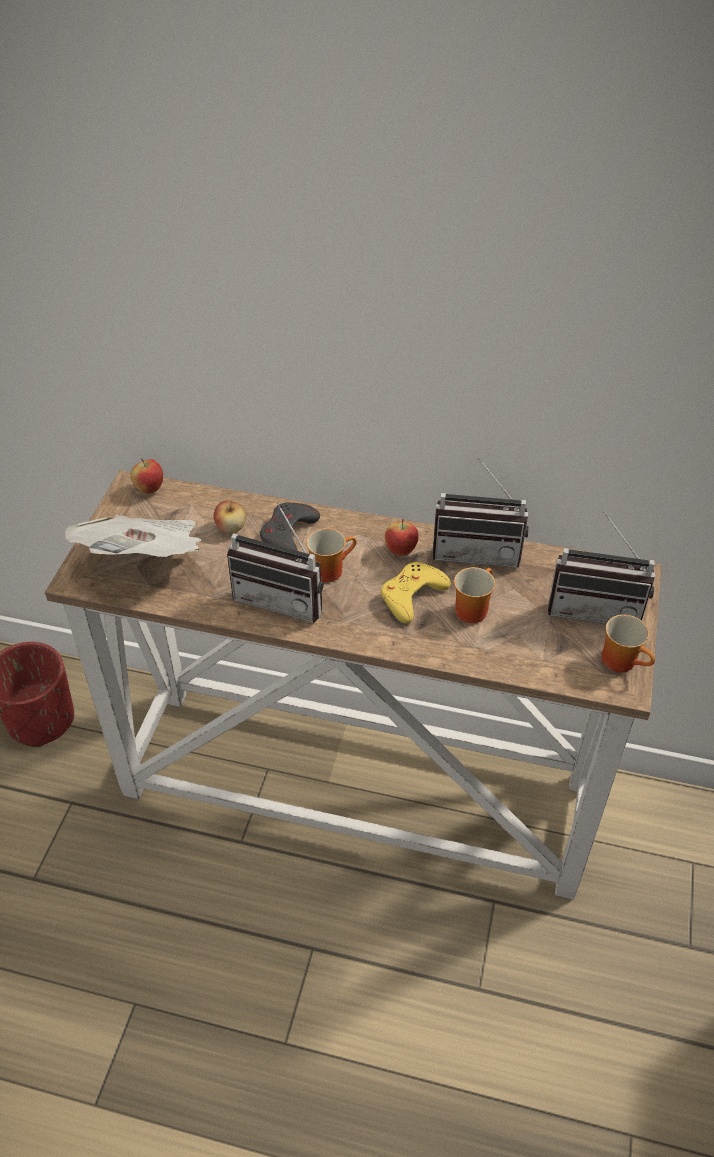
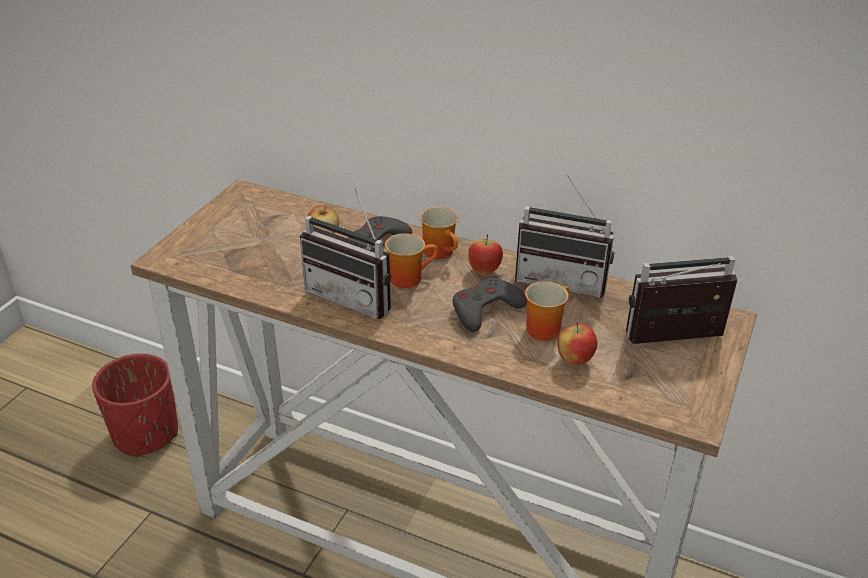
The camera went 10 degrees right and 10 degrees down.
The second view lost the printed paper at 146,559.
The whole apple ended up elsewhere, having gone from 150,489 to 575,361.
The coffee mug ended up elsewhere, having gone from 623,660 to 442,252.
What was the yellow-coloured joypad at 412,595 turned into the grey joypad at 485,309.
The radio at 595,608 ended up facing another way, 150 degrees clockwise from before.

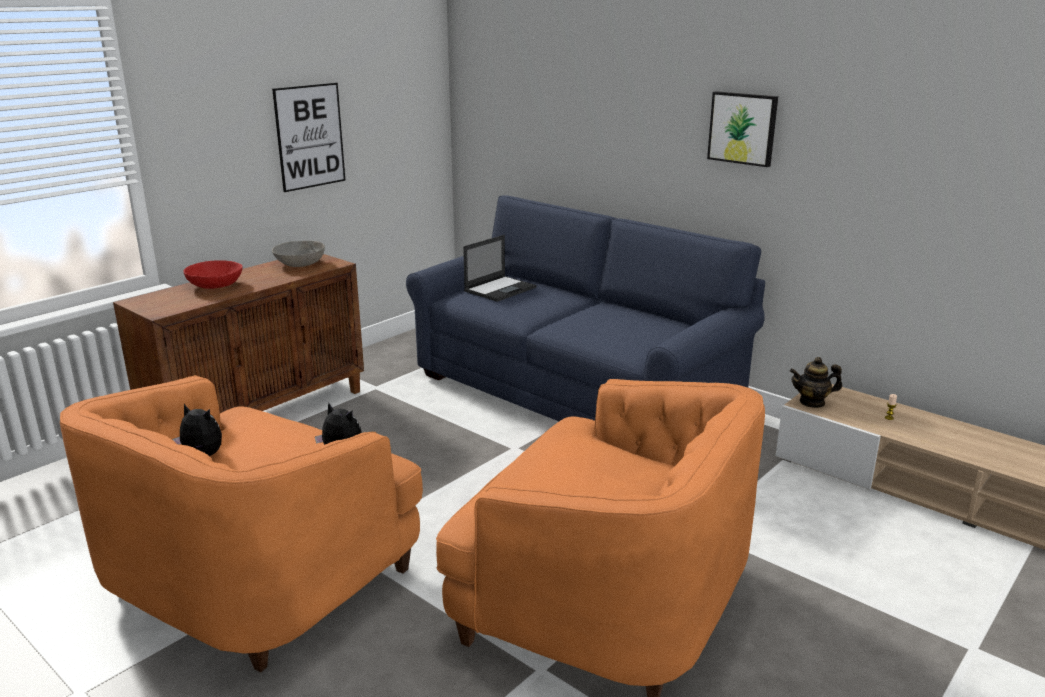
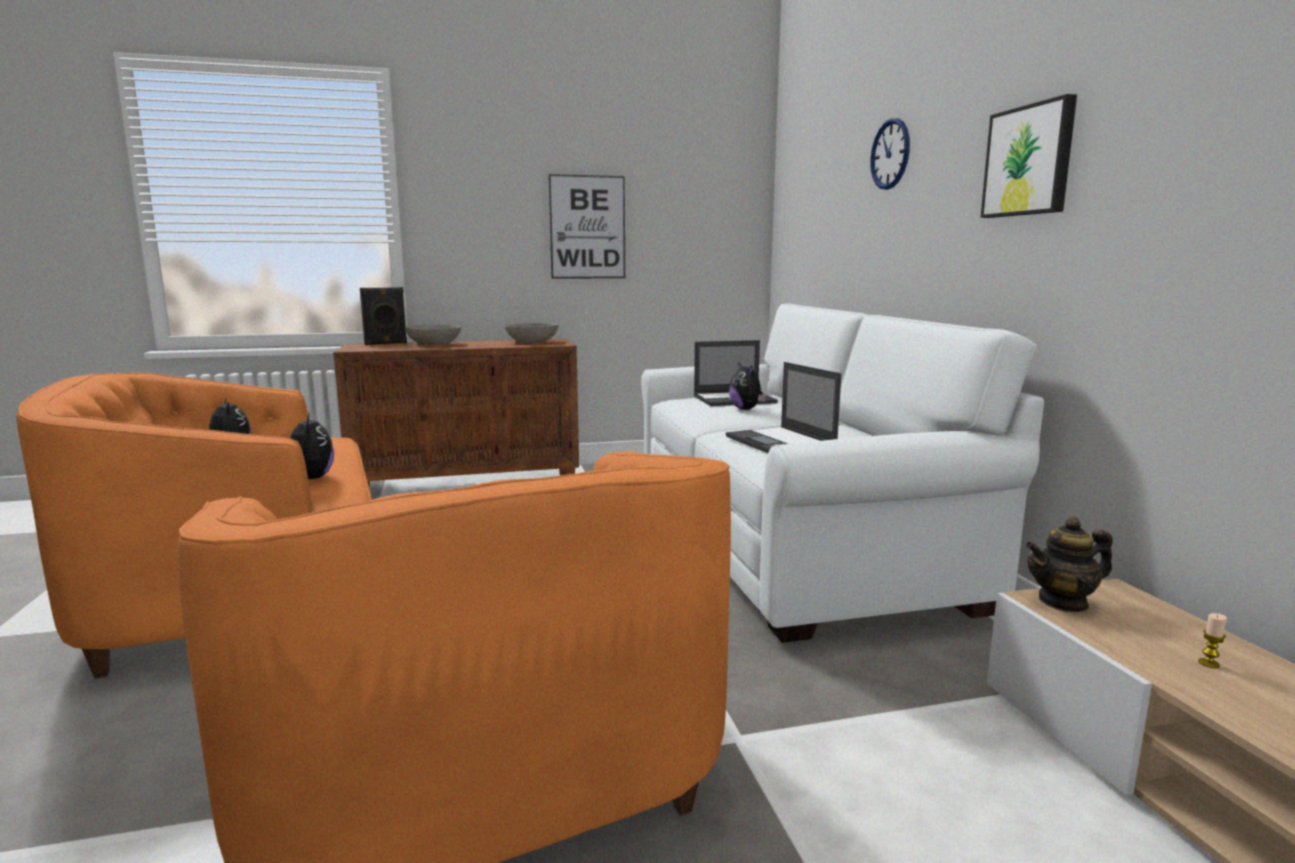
The camera went 35 degrees right and 10 degrees down.
The second view gained the blackish loudspeaker at 386,343.
The second view gained the notebook computer at 781,442.
The second view gained the plush toy at 746,409.
The second view gained the hanging clock at 890,154.
What was the red bowl at 215,285 turned into the grey bowl at 434,344.
What was the blue couch at 575,393 turned into the whitish couch at 788,540.
The tea pot at 812,402 ended up facing another way, 45 degrees counterclockwise from before.

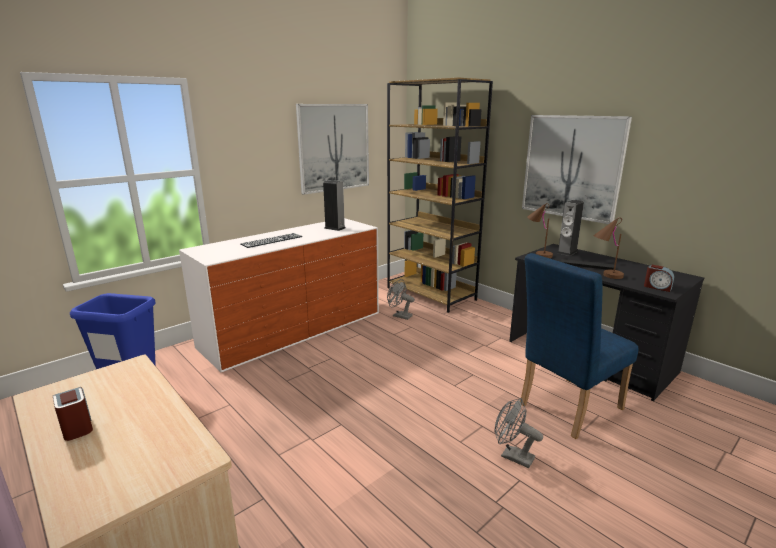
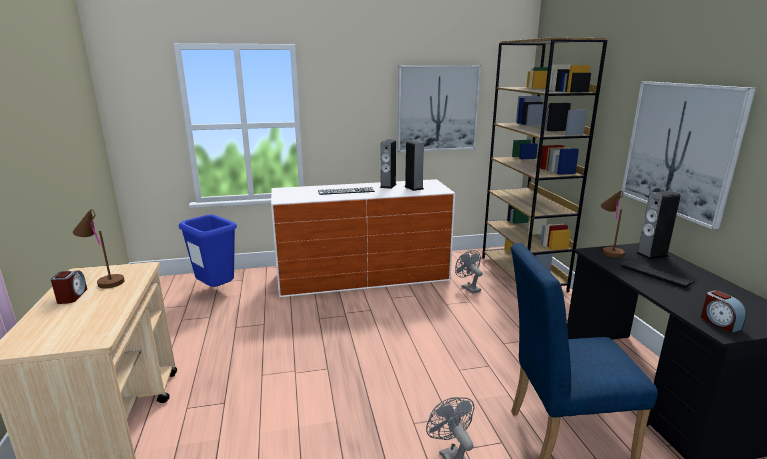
The camera went 30 degrees right and 0 degrees up.
The second view gained the loudspeaker at 388,186.
The brown-coloured lamp for a table ended up elsewhere, having gone from 604,276 to 103,281.

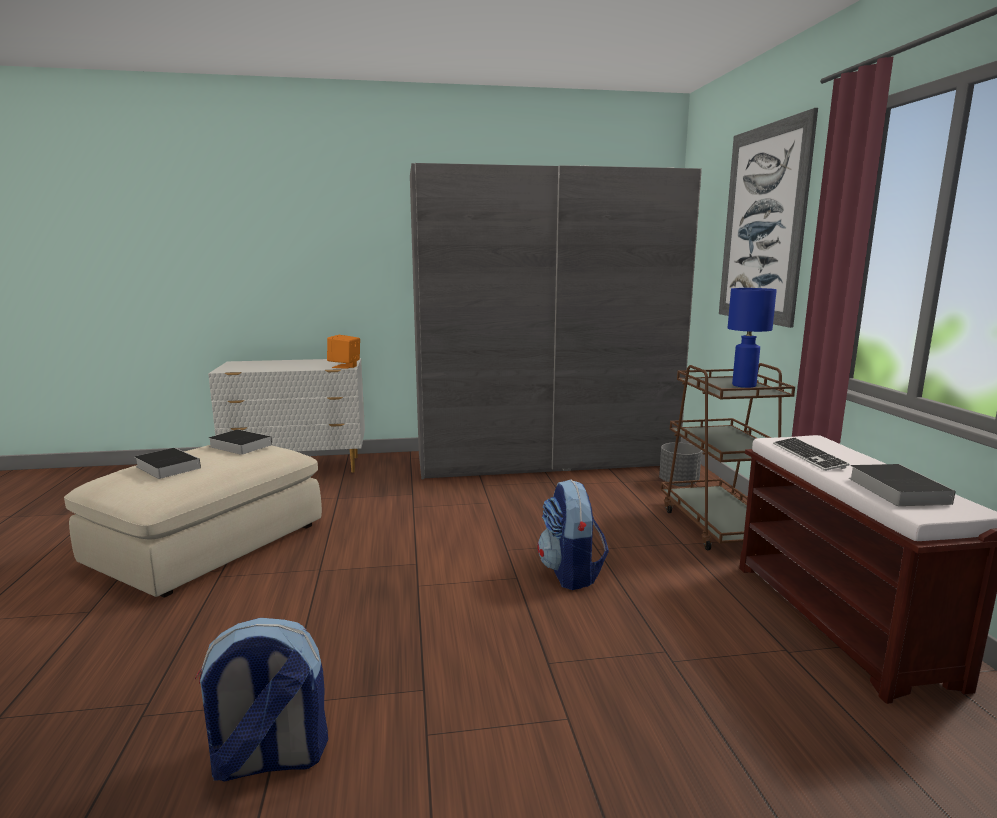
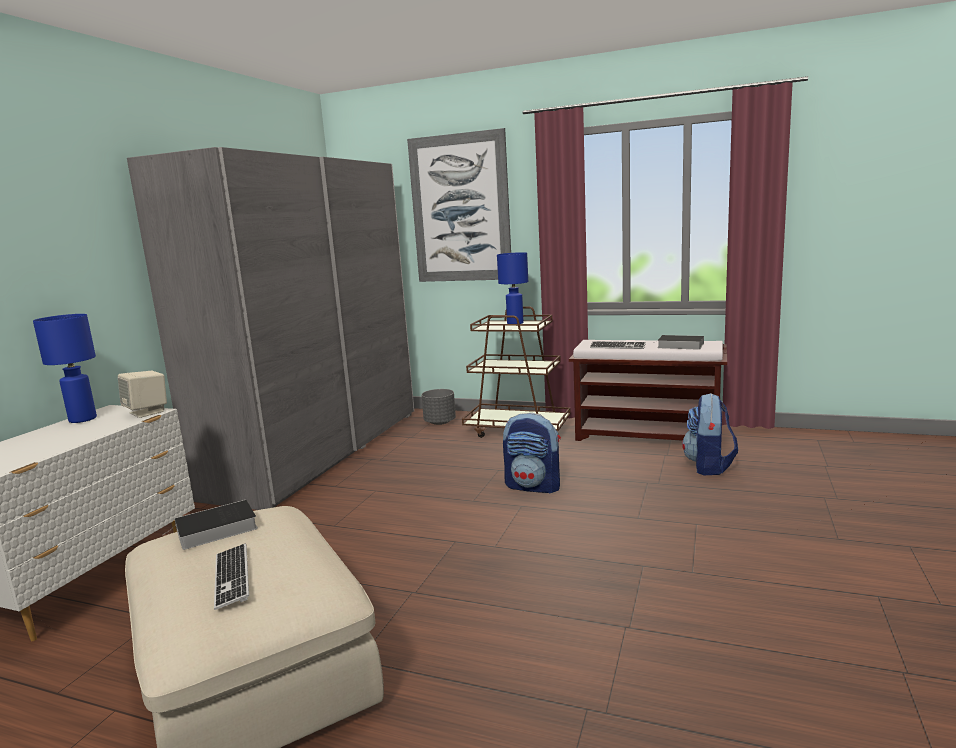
The camera went 60 degrees left and 0 degrees up.
The second view gained the blue lamp for a table at 83,419.
The rucksack ended up elsewhere, having gone from 268,760 to 709,466.
Where the bound book stood at 166,467, the PC keyboard came to stand at 232,577.
What was the orange loudspeaker at 344,366 turned into the beige-coloured loudspeaker at 147,412.

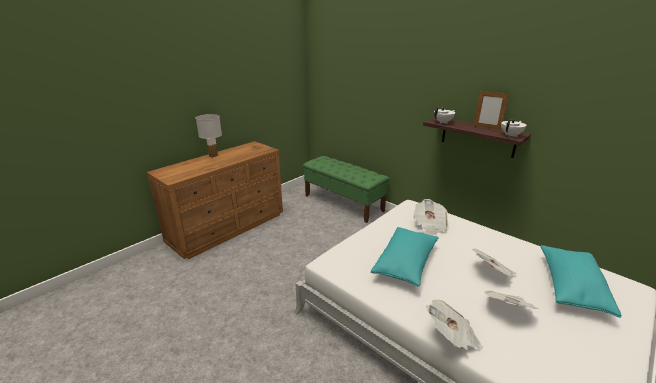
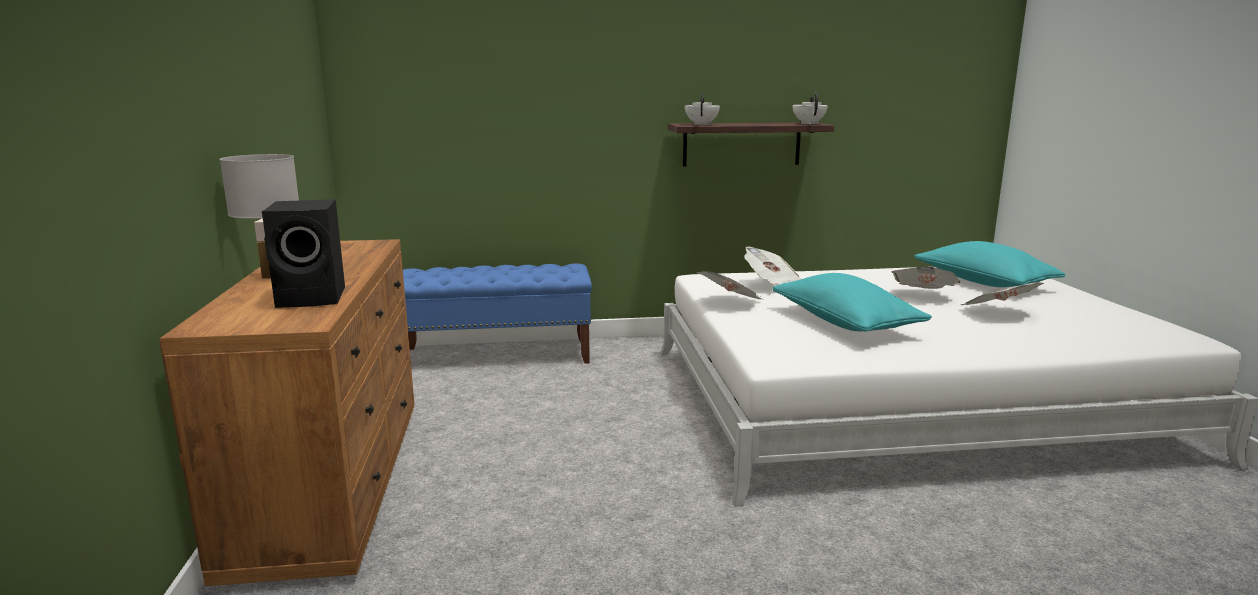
The camera went 50 degrees left and 10 degrees down.
The second view lost the photo frame at 486,127.
The second view gained the blackish loudspeaker at 314,297.
The printed paper ended up elsewhere, having gone from 452,336 to 731,303.
What was the green-coloured bench at 343,203 turned into the blue bench at 497,355.

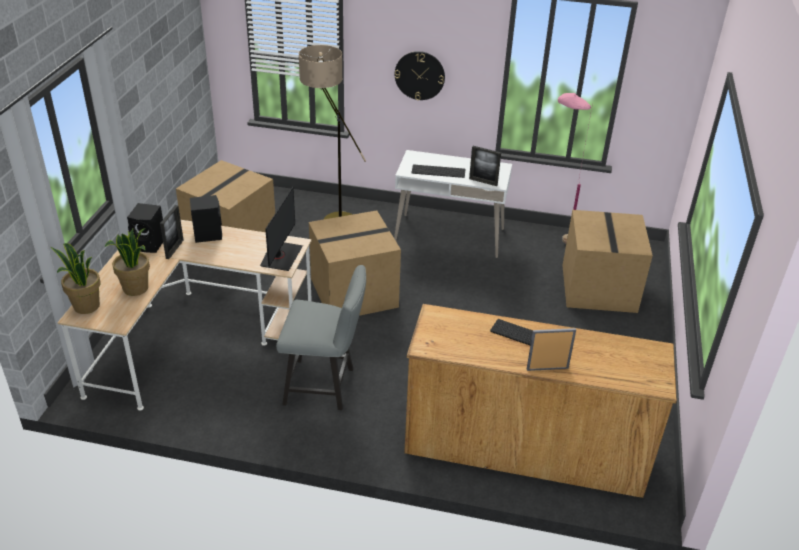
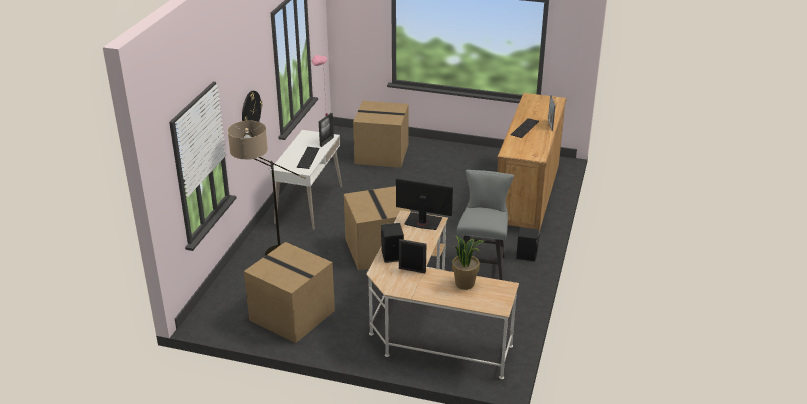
The camera went 85 degrees left and 5 degrees down.
The second view lost the plant in a pot at 86,306.
The blackish loudspeaker ended up elsewhere, having gone from 150,244 to 526,255.

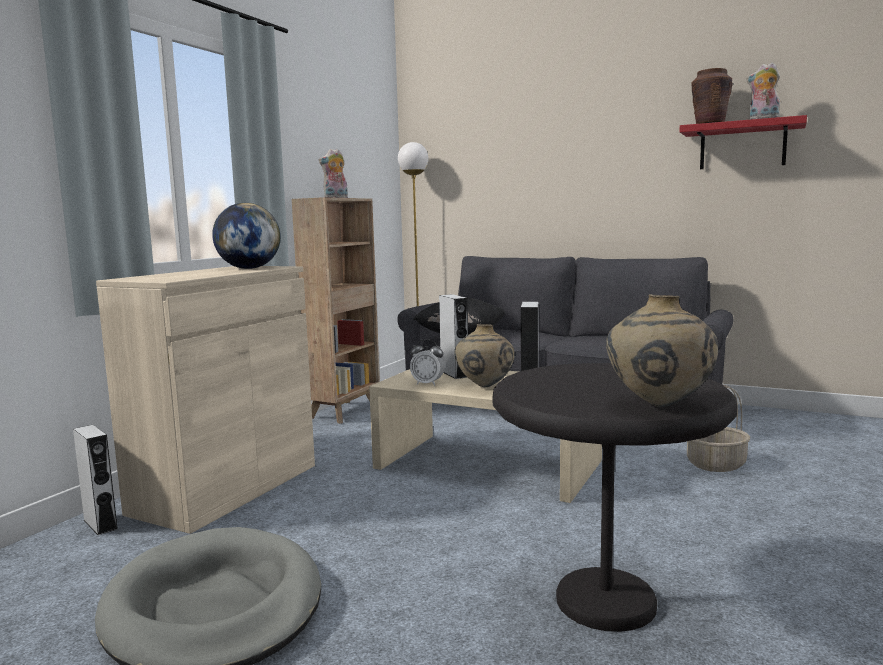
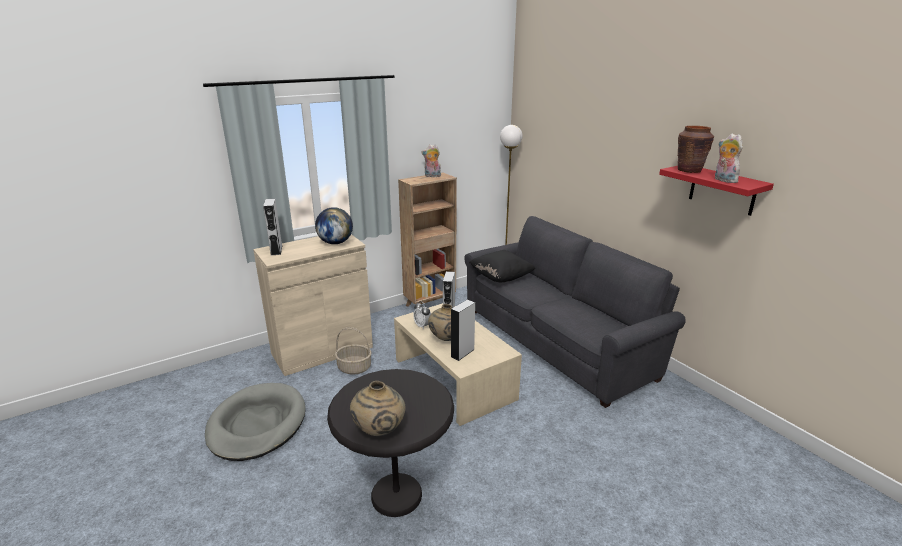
The camera went 30 degrees right and 15 degrees up.
The grey loudspeaker ended up elsewhere, having gone from 100,524 to 276,250.
The storage basket ended up elsewhere, having gone from 716,464 to 354,368.

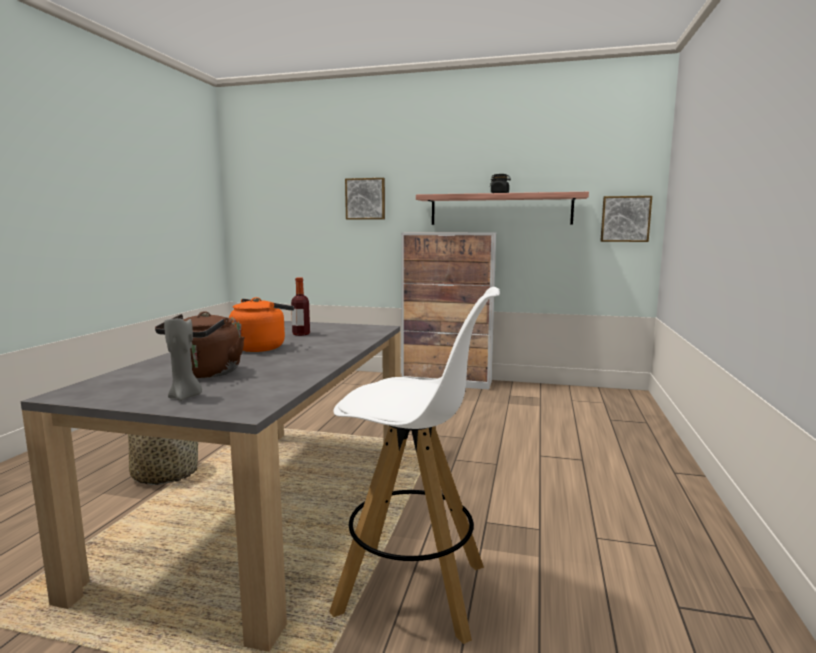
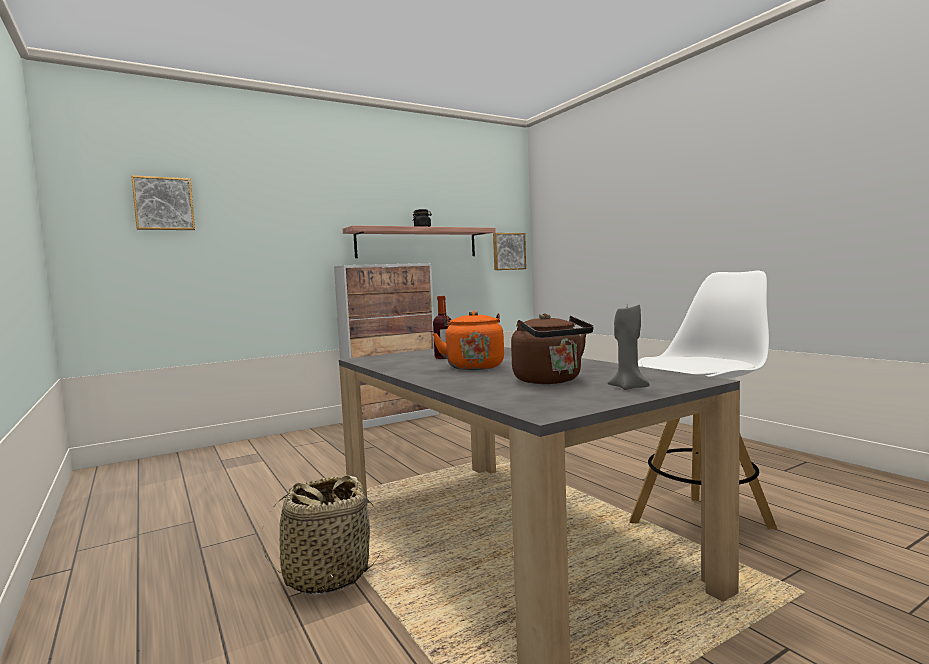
The camera went 45 degrees left and 5 degrees down.
The wall art ended up elsewhere, having gone from 365,199 to 163,204.

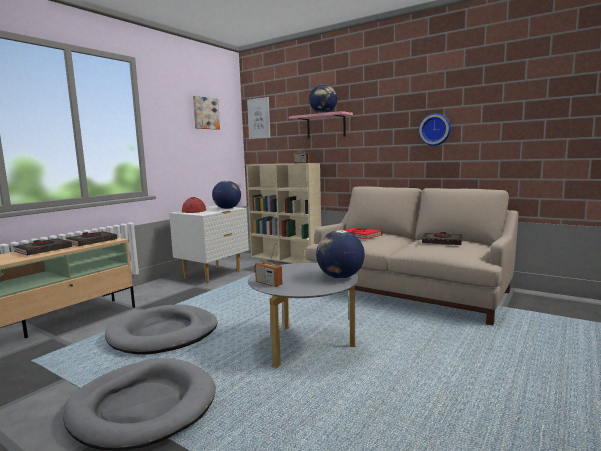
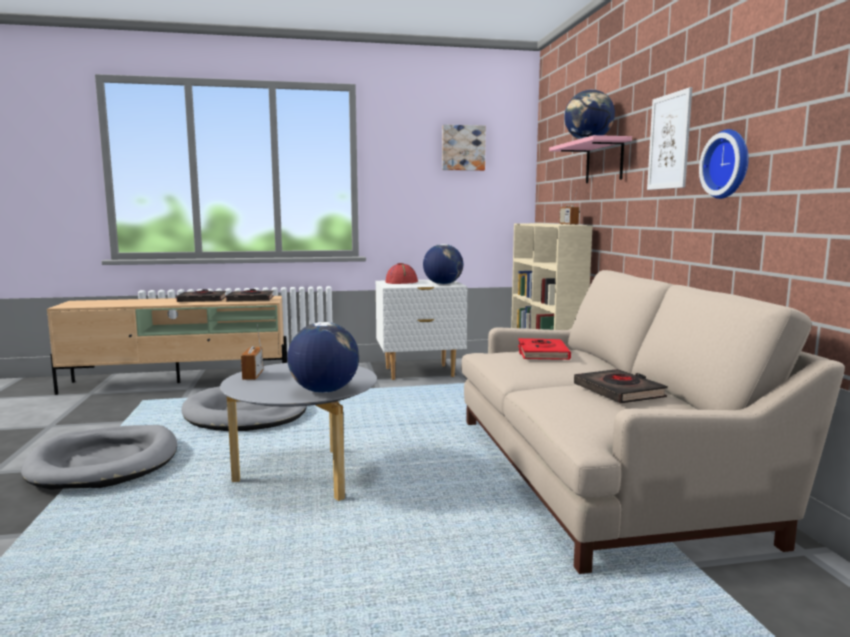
The camera went 45 degrees right and 0 degrees up.
The wall art ended up elsewhere, having gone from 259,118 to 669,141.

